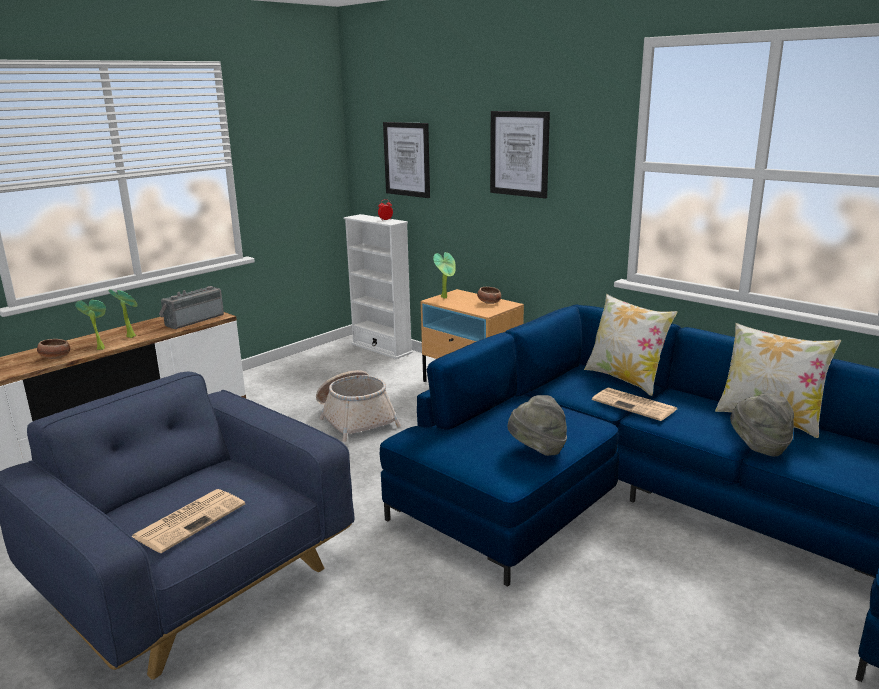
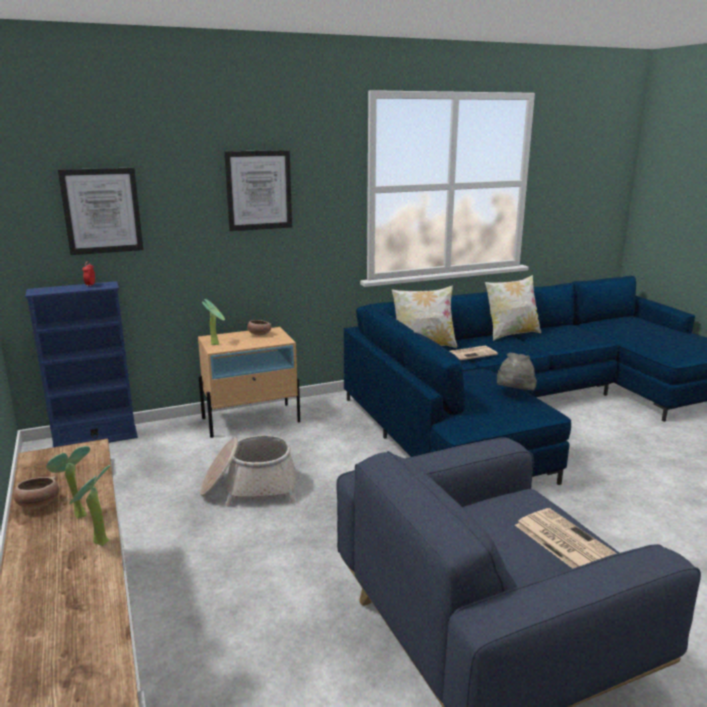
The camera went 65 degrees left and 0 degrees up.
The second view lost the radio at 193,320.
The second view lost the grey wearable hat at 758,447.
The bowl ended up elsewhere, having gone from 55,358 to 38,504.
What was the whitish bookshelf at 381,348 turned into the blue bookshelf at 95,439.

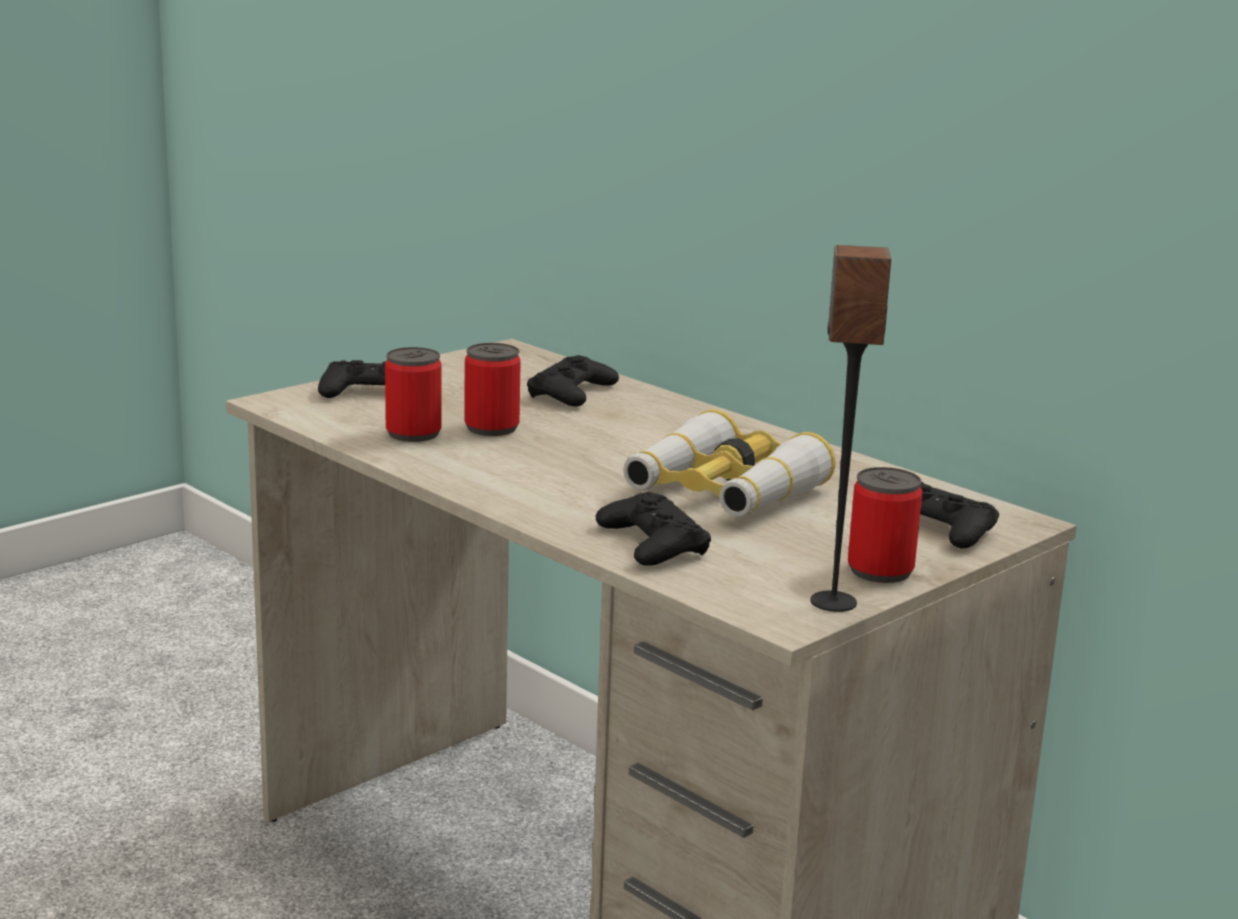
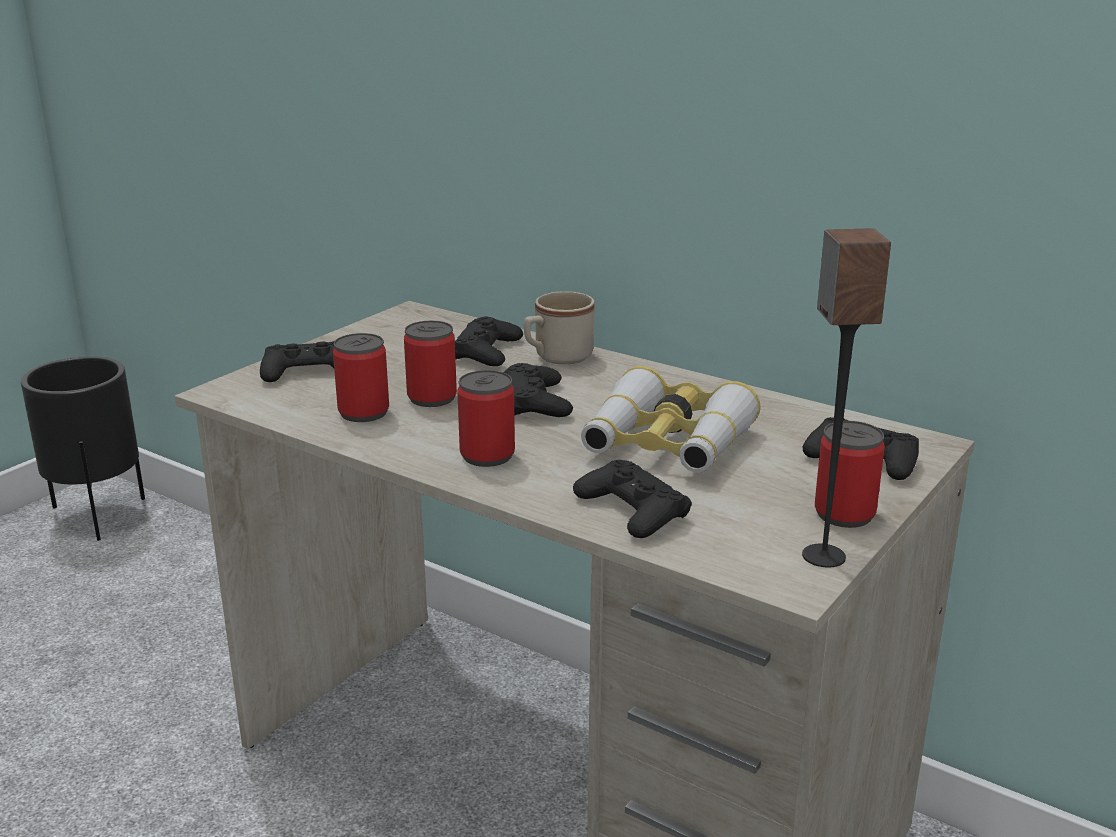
The camera went 10 degrees left and 5 degrees up.
The second view gained the blackish flower pot at 99,516.
The second view gained the can at 487,455.
The second view gained the blackish joypad at 535,402.
The second view gained the beige-coloured coffee mug at 556,358.

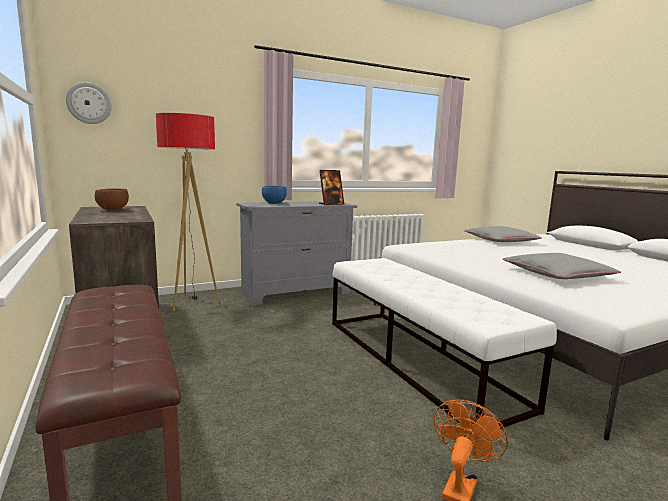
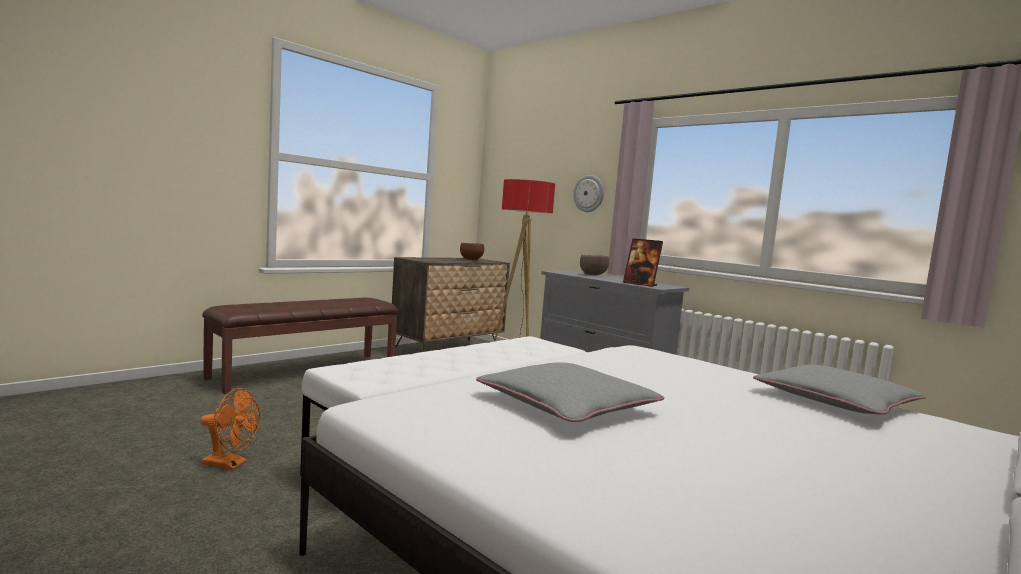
The camera went 70 degrees right and 5 degrees down.
The hanging clock ended up elsewhere, having gone from 89,103 to 589,193.
What was the blue bowl at 274,203 turned into the brown-coloured bowl at 593,275.

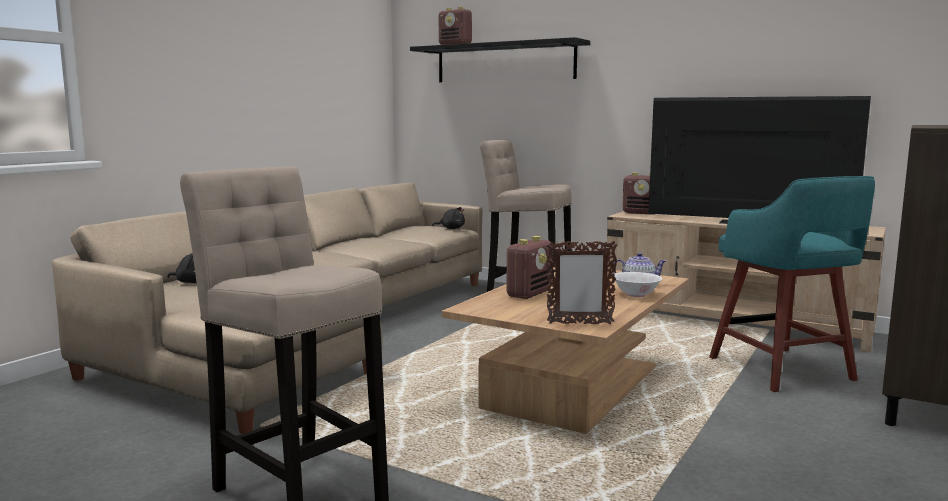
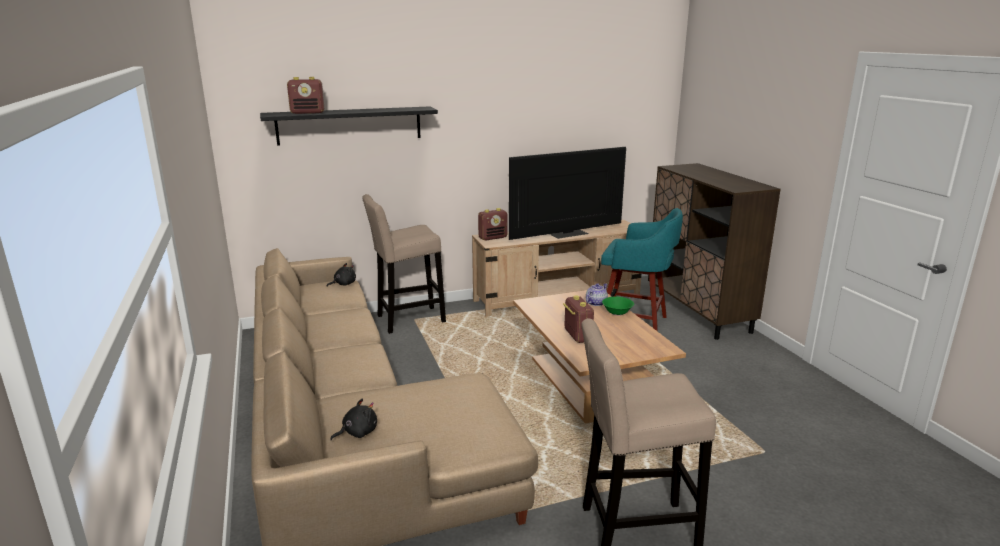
The camera went 50 degrees left and 10 degrees up.
The second view lost the photo frame at 579,323.
What was the whitish bowl at 636,294 turned into the green-coloured bowl at 617,313.

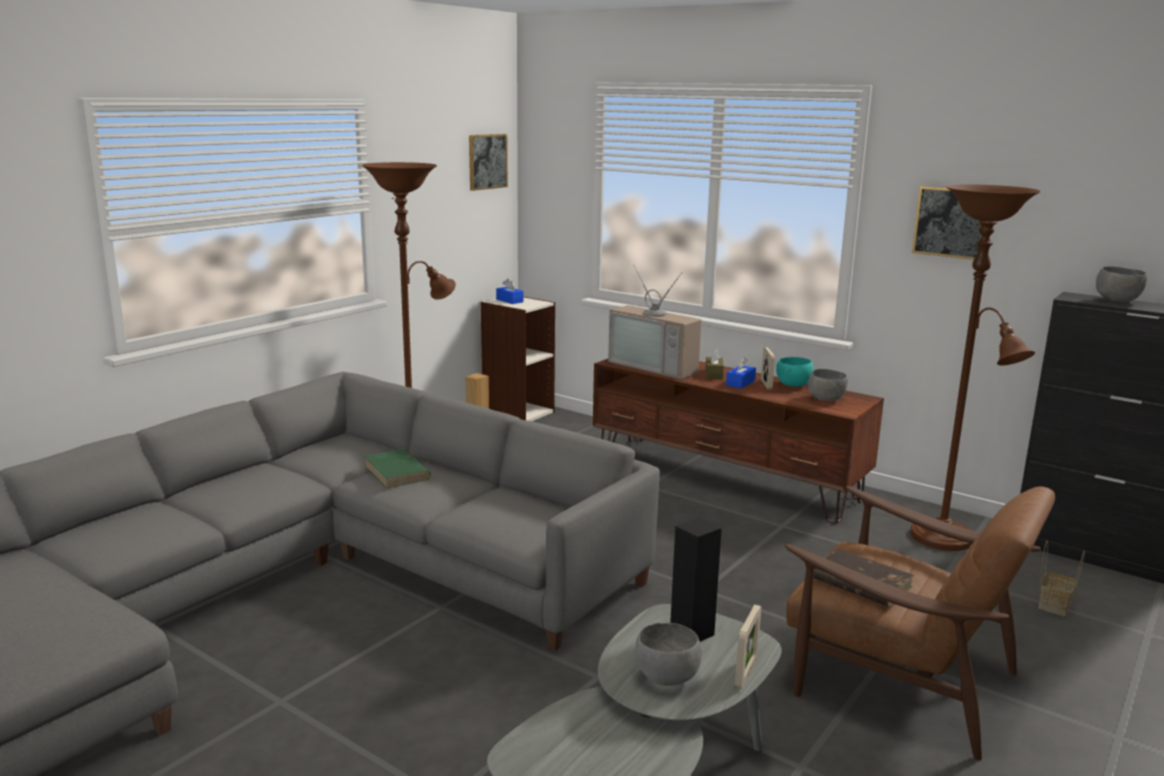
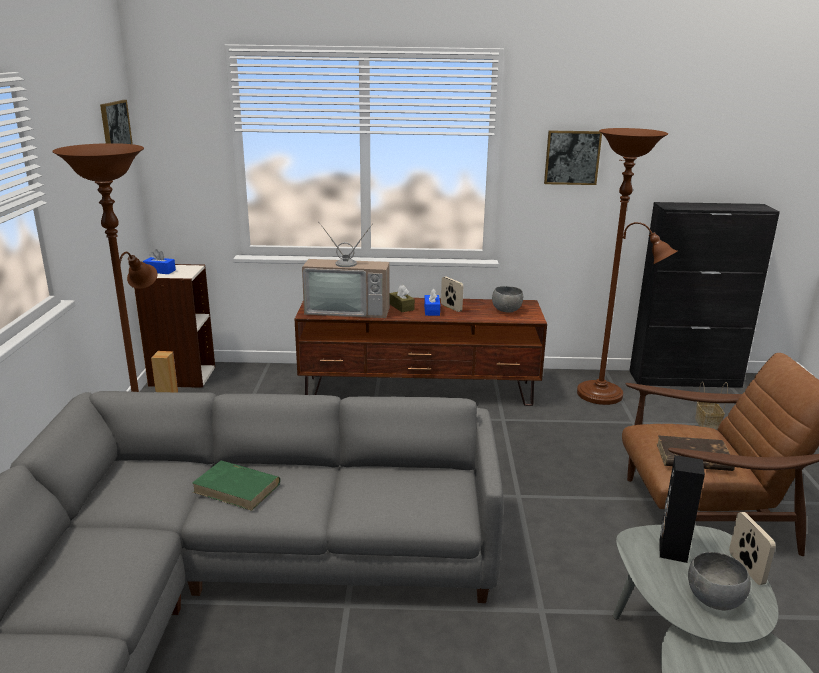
The camera went 35 degrees left and 5 degrees up.
The second view lost the blue-green bowl at 793,385.
The second view lost the grey bowl at 1117,301.

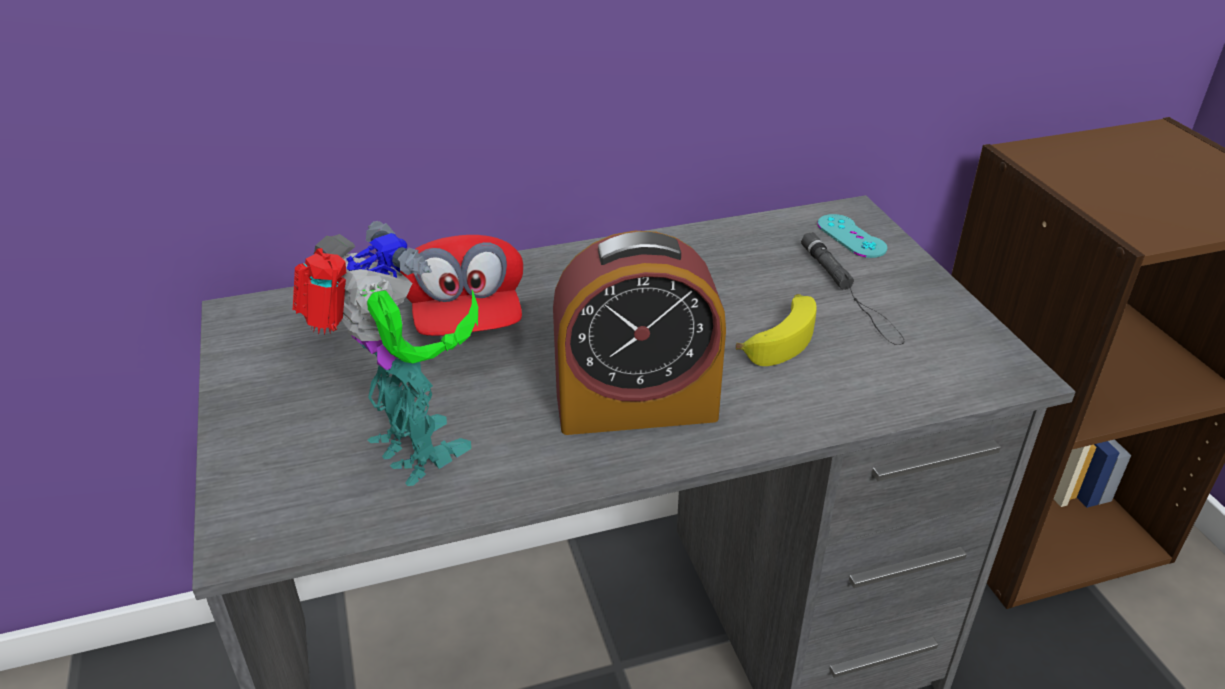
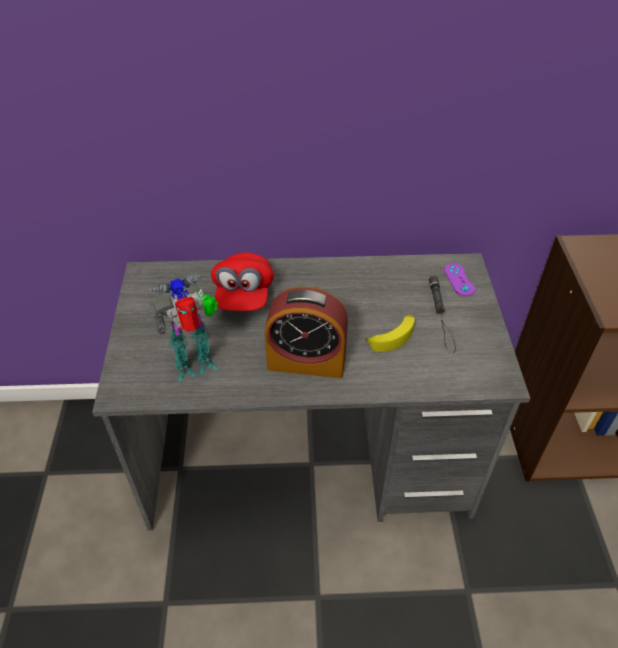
The camera went 15 degrees right and 10 degrees up.
What was the blue-green joypad at 851,236 turned into the purple joypad at 459,280.
The robot figure at 412,454 ended up facing another way, 90 degrees counterclockwise from before.

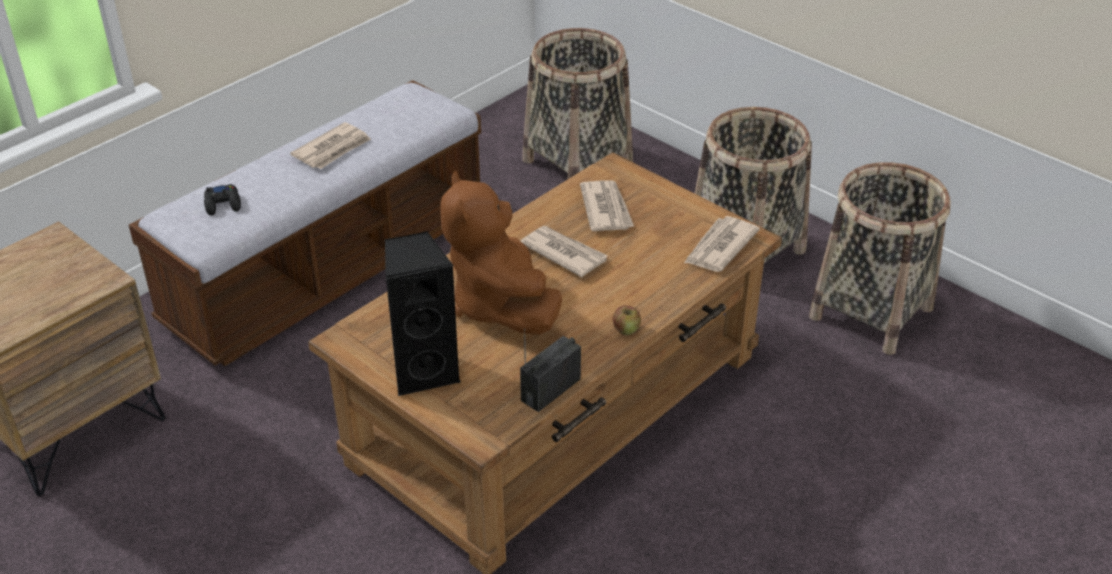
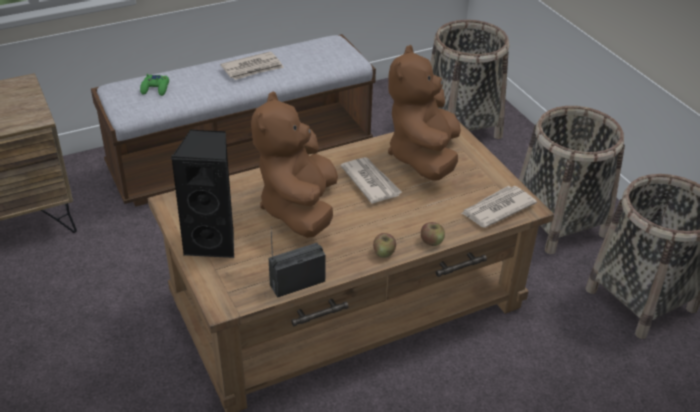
The camera went 20 degrees right and 0 degrees up.
The second view gained the whole apple at 431,241.
Where the printed paper stood at 606,209, the brown-coloured plush toy came to stand at 423,157.
What was the blackish joypad at 223,204 turned into the green-coloured joypad at 155,88.

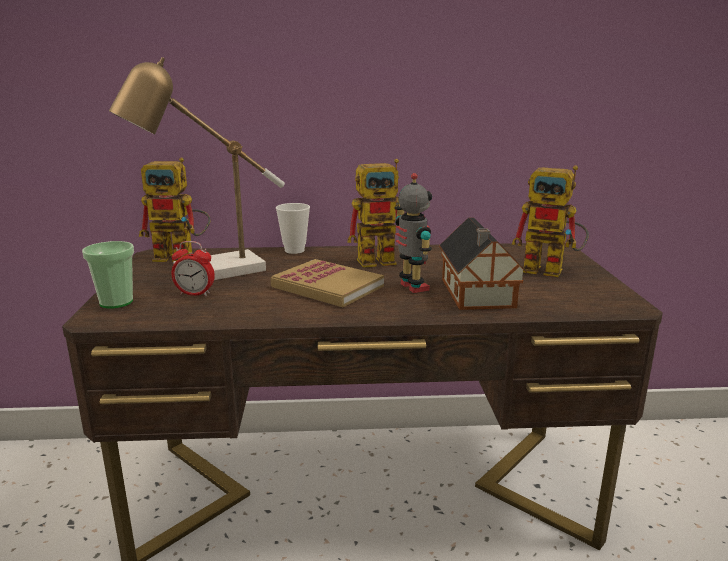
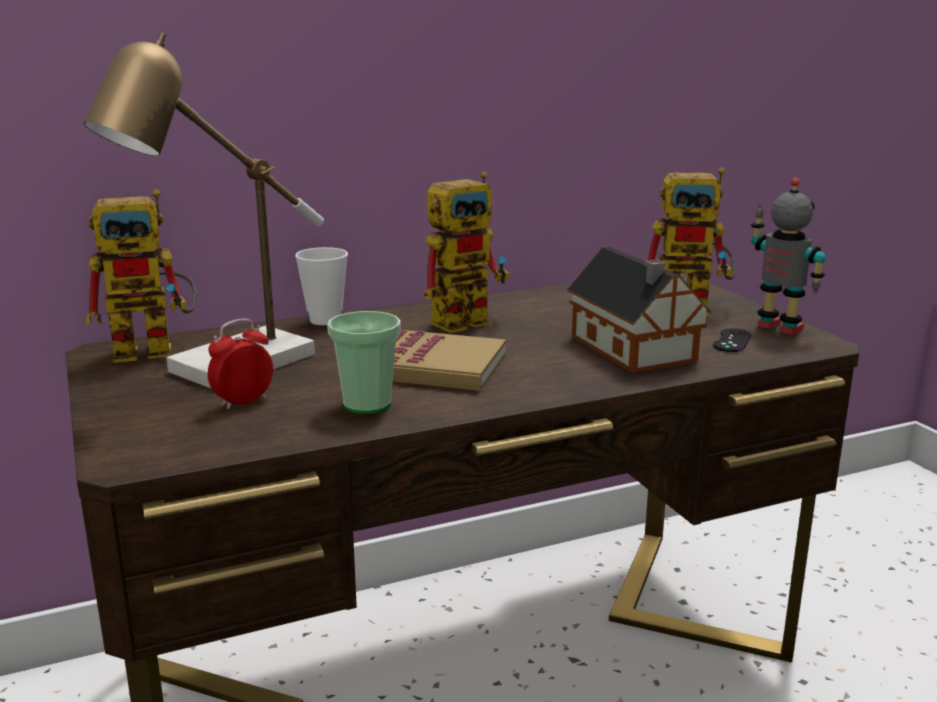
The camera went 20 degrees left and 0 degrees up.
The second view gained the blackish joypad at 732,341.
The small cup ended up elsewhere, having gone from 116,302 to 367,404.
The robot figure ended up elsewhere, having gone from 412,287 to 778,328.
The bedside clock at 195,294 ended up facing another way, 150 degrees clockwise from before.

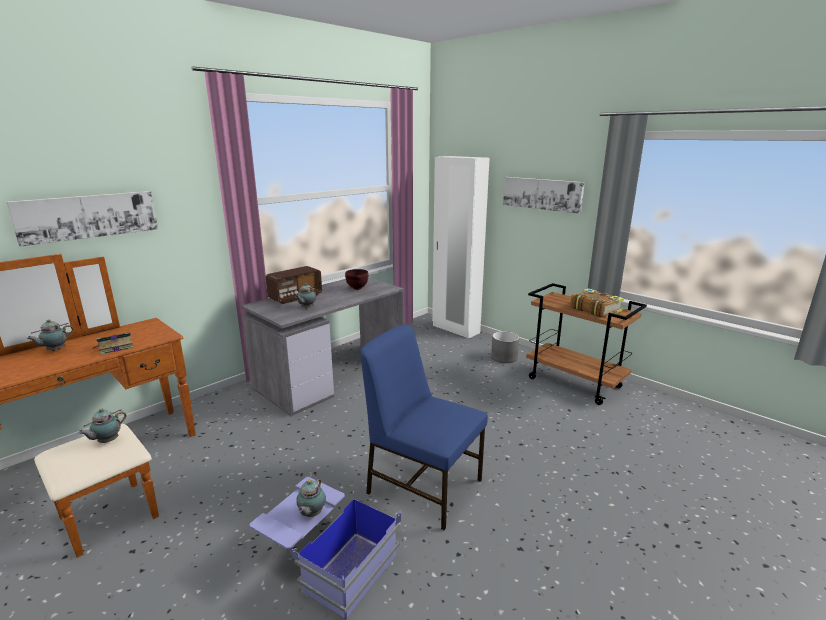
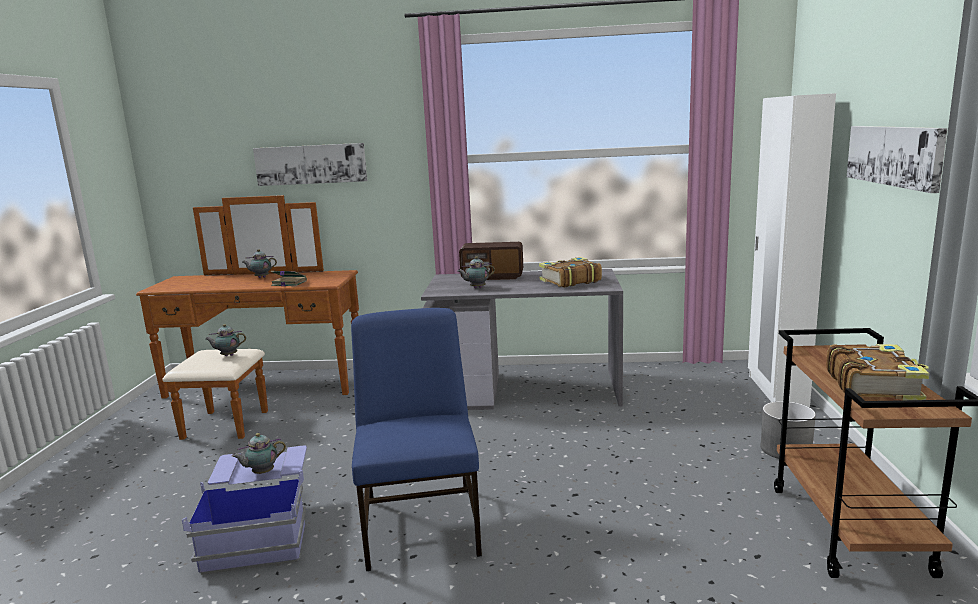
The camera went 50 degrees right and 5 degrees down.
Where the brown-coloured bowl stood at 356,289, the bound book came to stand at 569,281.

